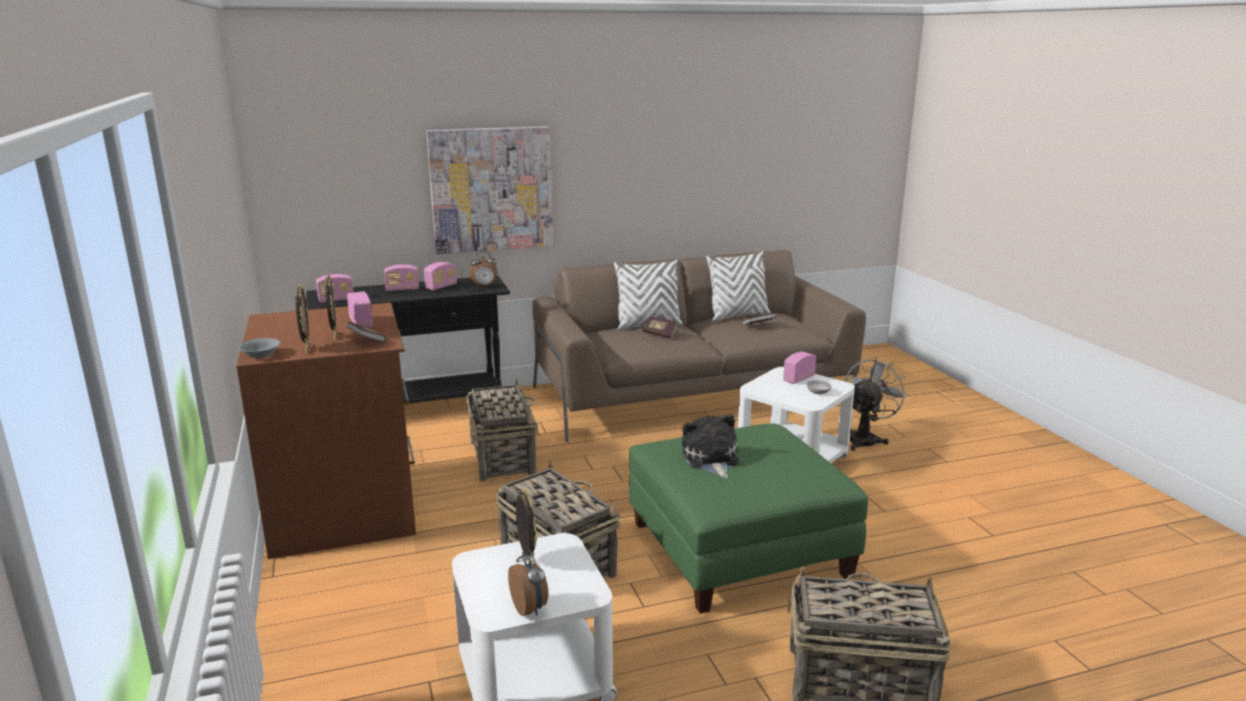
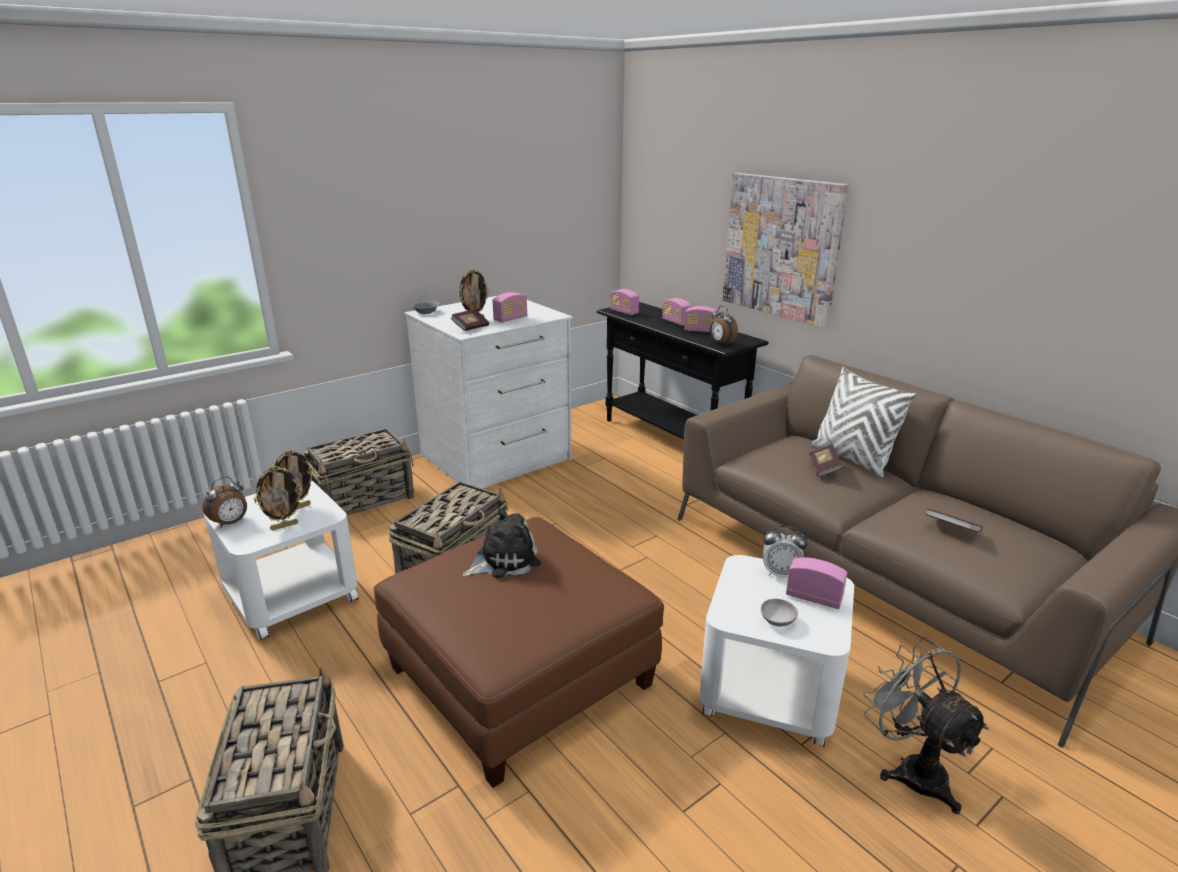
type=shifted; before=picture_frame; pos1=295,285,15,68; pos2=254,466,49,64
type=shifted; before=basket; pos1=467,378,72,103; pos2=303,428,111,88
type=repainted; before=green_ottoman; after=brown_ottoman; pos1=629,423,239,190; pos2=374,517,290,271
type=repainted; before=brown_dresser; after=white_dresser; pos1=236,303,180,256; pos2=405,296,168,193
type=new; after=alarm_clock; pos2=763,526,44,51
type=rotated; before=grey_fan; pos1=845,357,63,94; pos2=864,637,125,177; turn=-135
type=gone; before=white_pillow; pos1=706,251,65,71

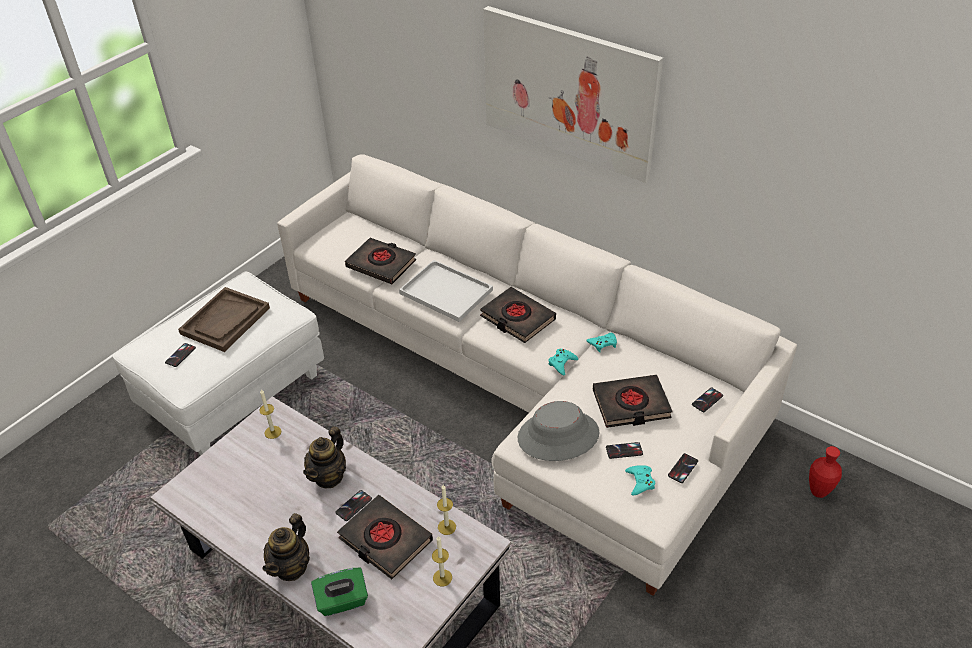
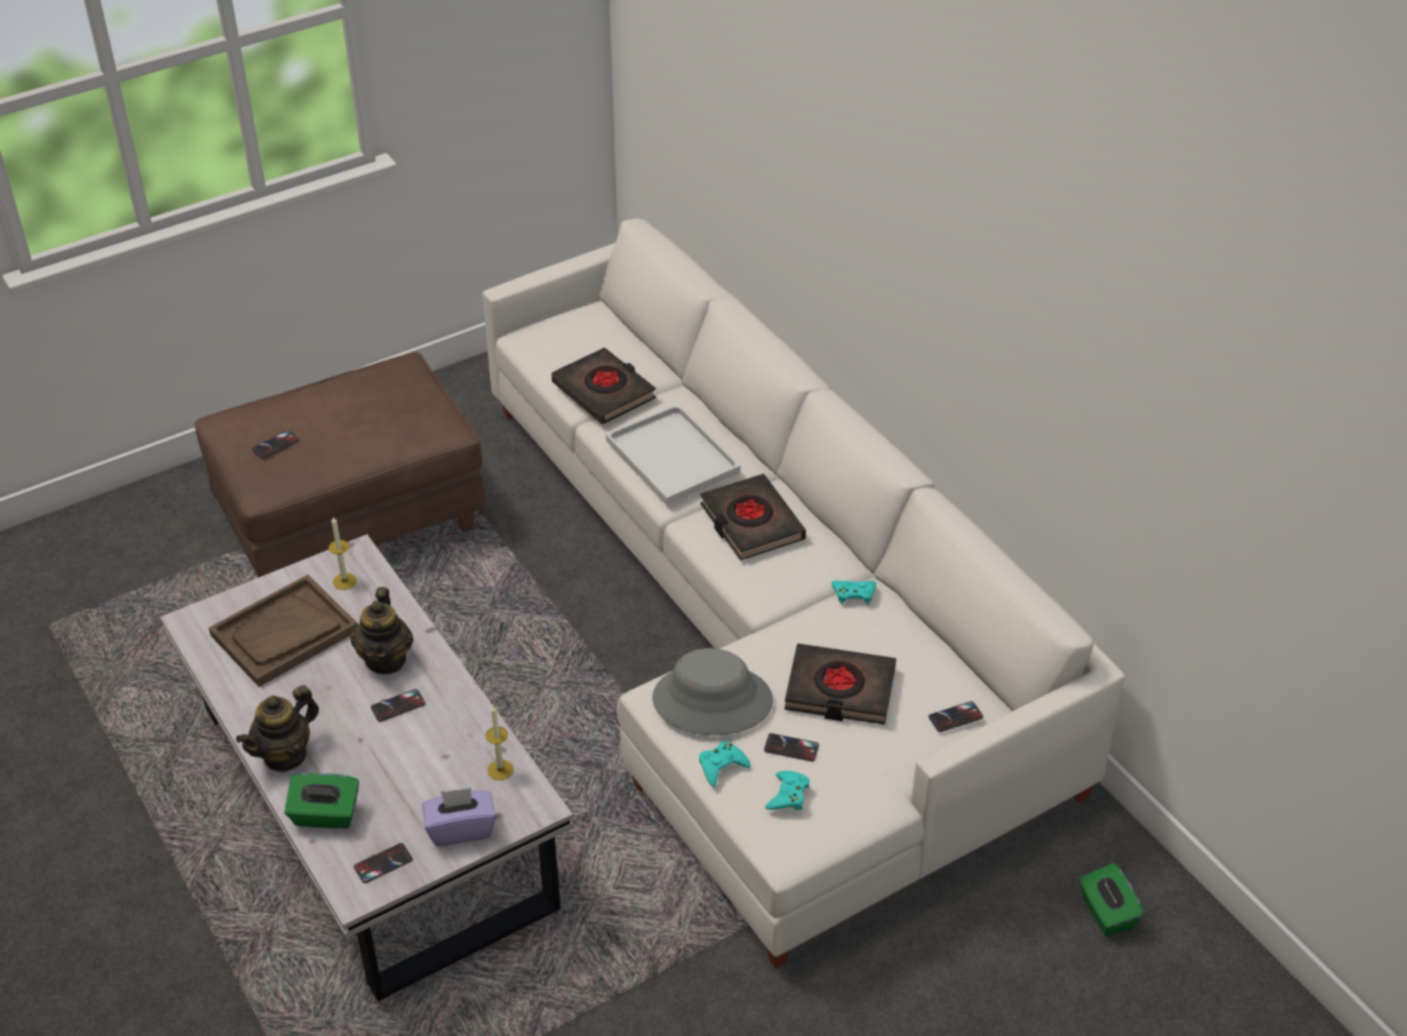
type=repainted; before=white_ottoman; after=brown_ottoman; pos1=113,272,211,183; pos2=195,352,291,226
type=shifted; before=brown_tray; pos1=178,287,92,65; pos2=209,575,149,112
type=rotated; before=teapot; pos1=303,426,43,62; pos2=350,587,63,88; turn=-45
type=shifted; before=phone; pos1=668,453,30,30; pos2=354,843,59,40
type=swapped; before=candle; after=purple_tissue_box; pos1=432,536,20,50; pos2=423,788,73,58
type=shifted; before=turquoise_game_controller; pos1=548,349,30,26; pos2=699,741,52,46
type=swapped; before=red_vase; after=green_tissue_box; pos1=809,446,33,52; pos2=1079,863,65,73
type=gone; before=black_book; pos1=337,495,96,84
type=gone; before=picture; pos1=483,6,180,177

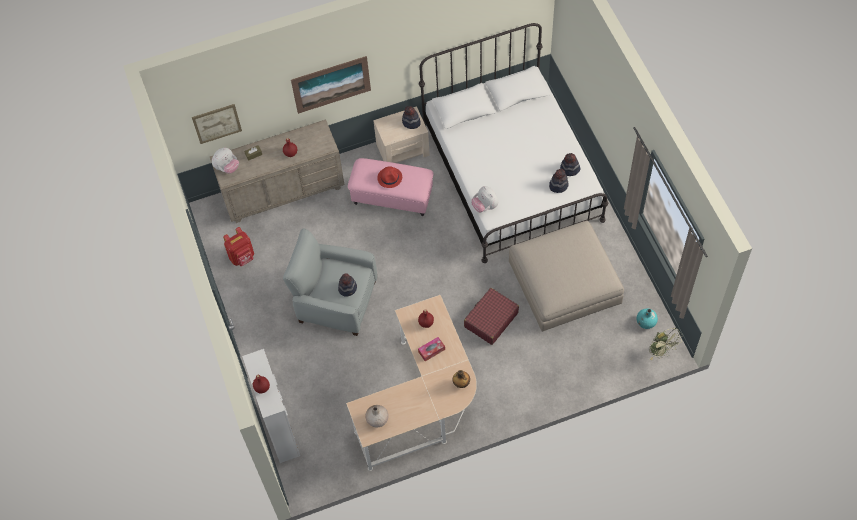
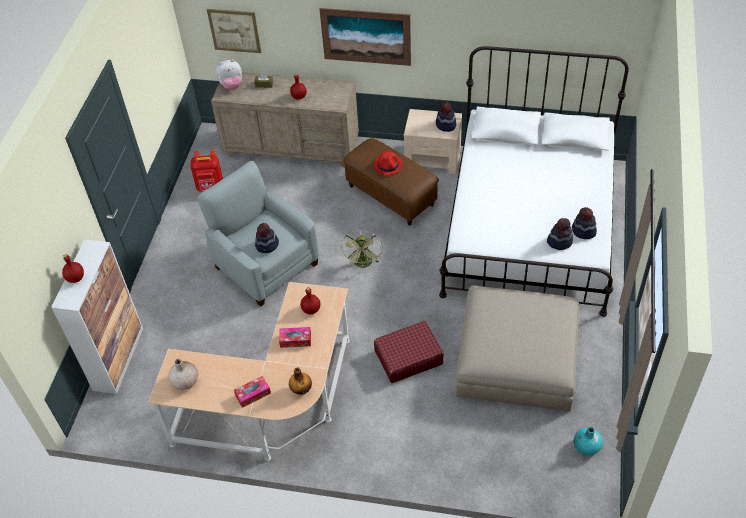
type=new; after=tissue_box; pos2=234,376,37,32
type=shifted; before=green_fan; pos1=649,328,34,32; pos2=341,230,42,38
type=repainted; before=pink_ottoman; after=brown_ottoman; pos1=348,158,86,58; pos2=343,138,96,88
type=gone; before=plush_toy; pos1=471,186,27,26

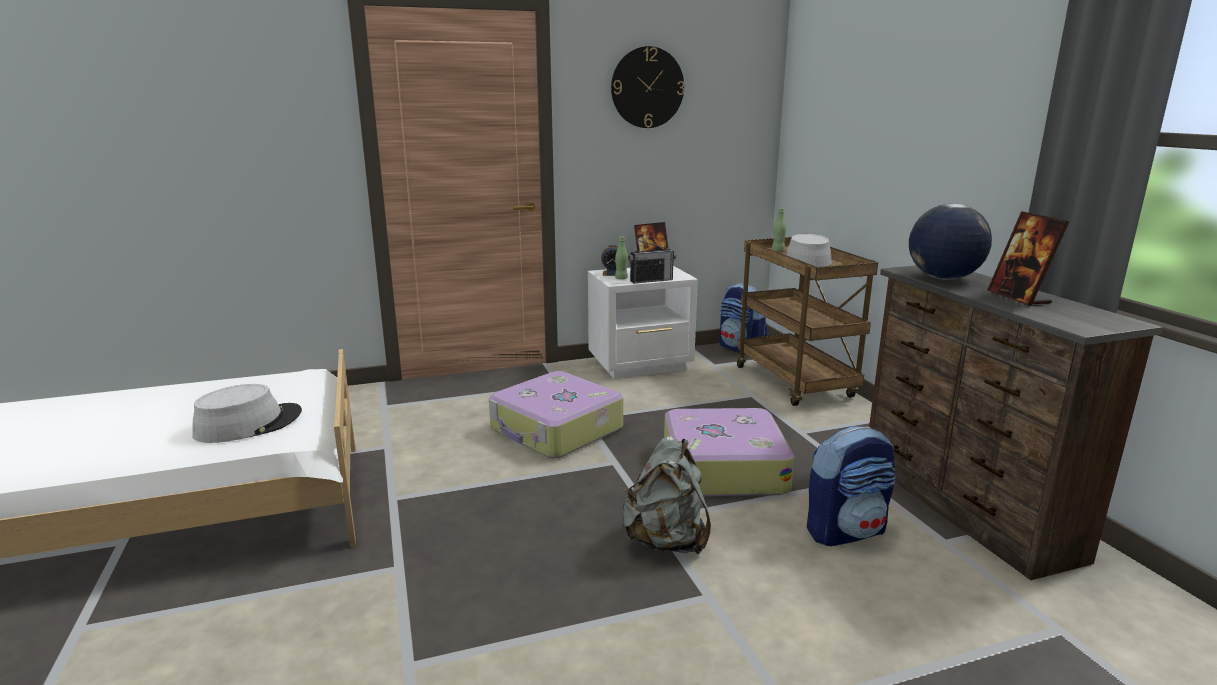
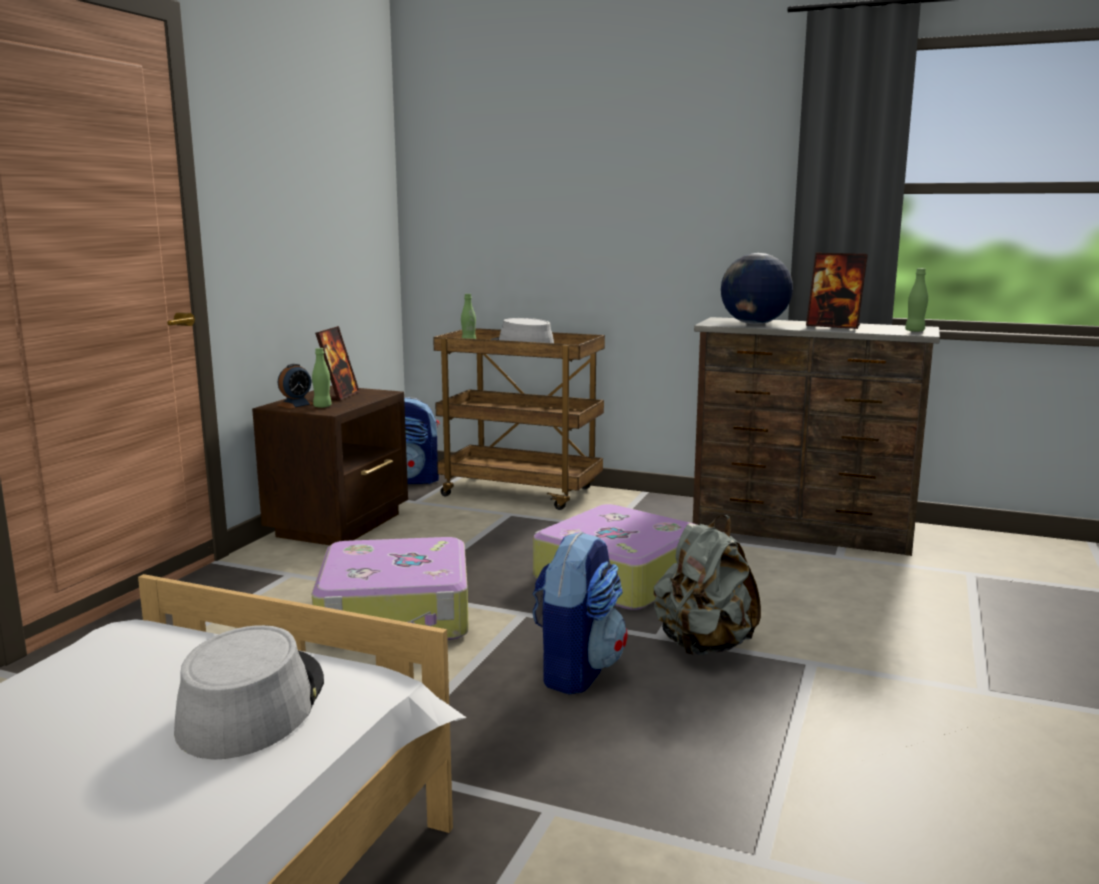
type=repainted; before=white_nightstand; after=brown_nightstand; pos1=588,266,110,113; pos2=252,386,156,159
type=shifted; before=backpack; pos1=807,426,89,120; pos2=533,531,94,164
type=new; after=green_bottle; pos2=905,268,23,64
type=gone; before=wall_clock; pos1=611,46,74,82
type=gone; before=radio; pos1=628,240,48,44

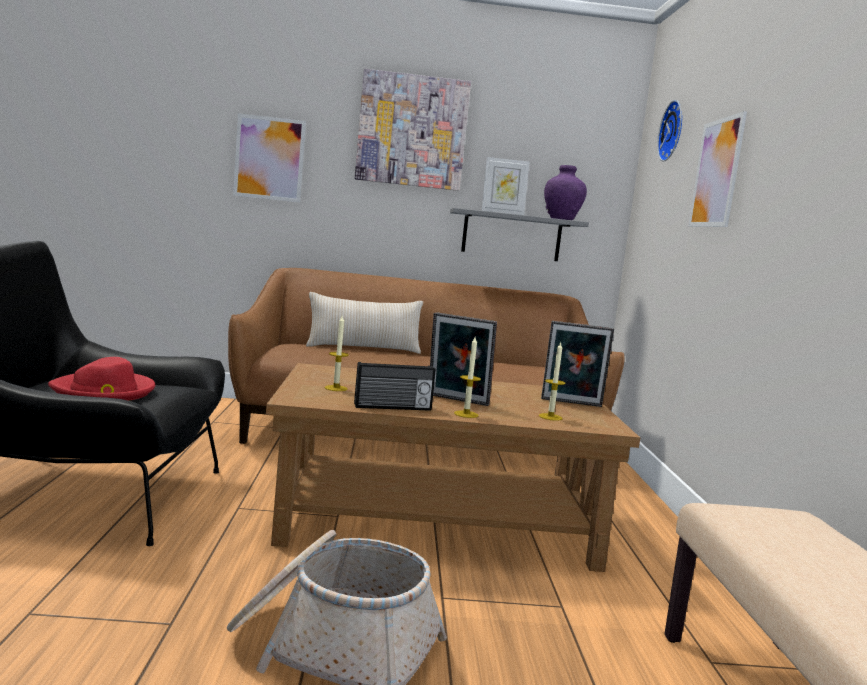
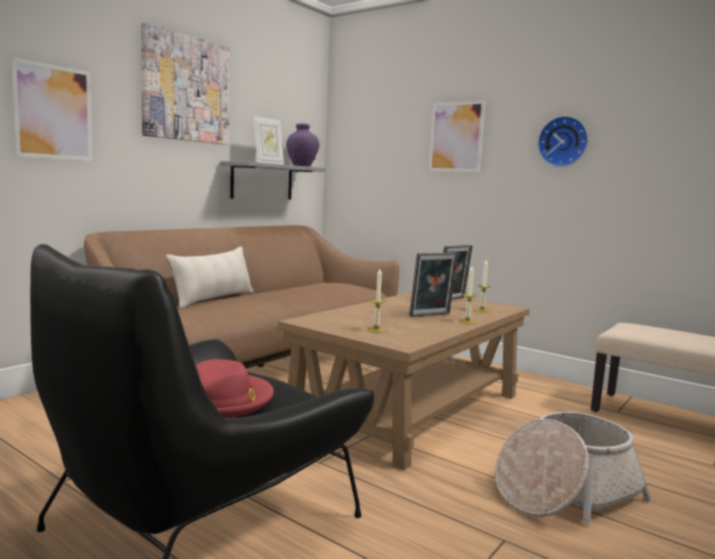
type=shifted; before=wall_clock; pos1=657,100,25,62; pos2=537,116,51,51
type=gone; before=radio; pos1=354,362,82,49

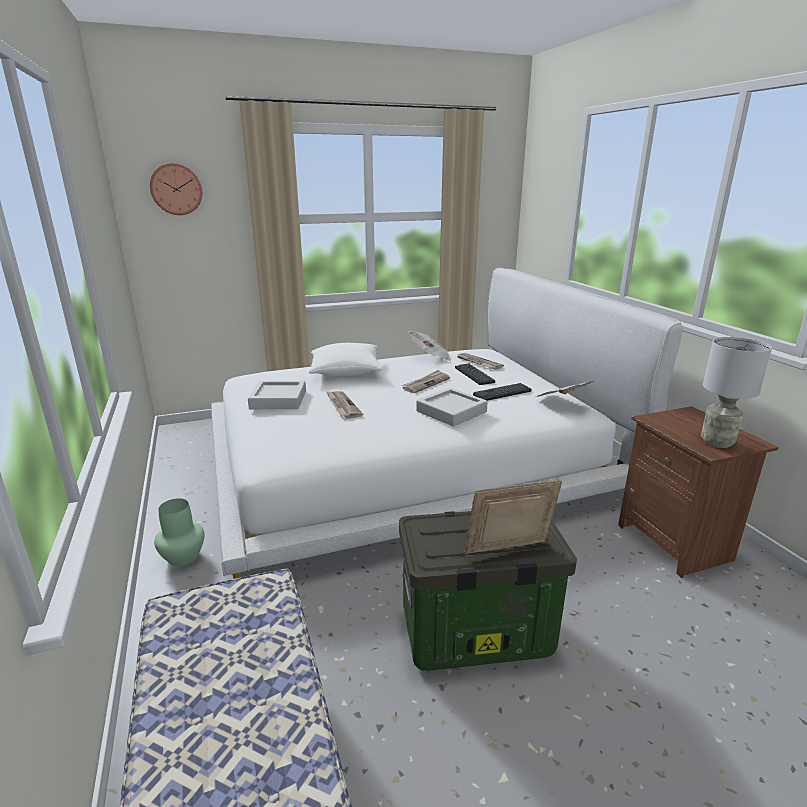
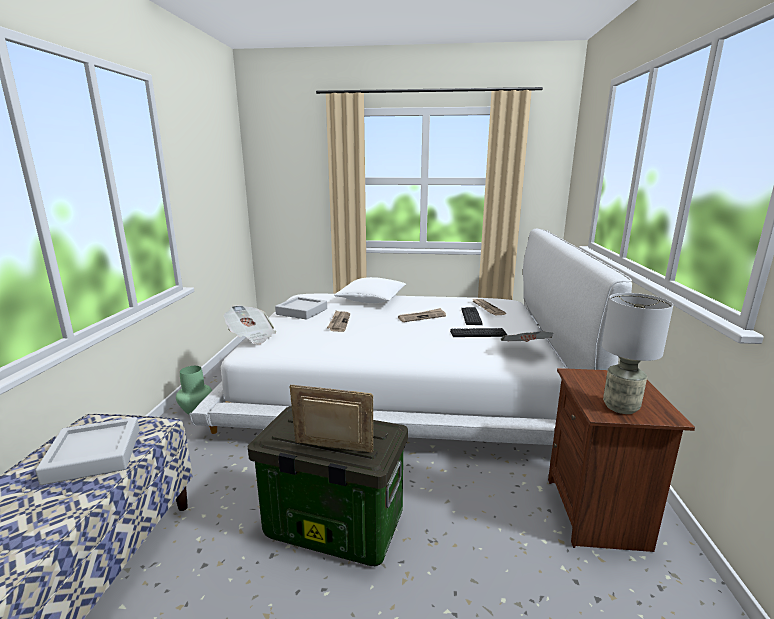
type=shifted; before=grey_tray; pos1=416,388,72,39; pos2=35,417,105,68
type=shifted; before=newspaper; pos1=409,331,42,30; pos2=224,305,52,39
type=gone; before=wall_clock; pos1=150,163,52,52

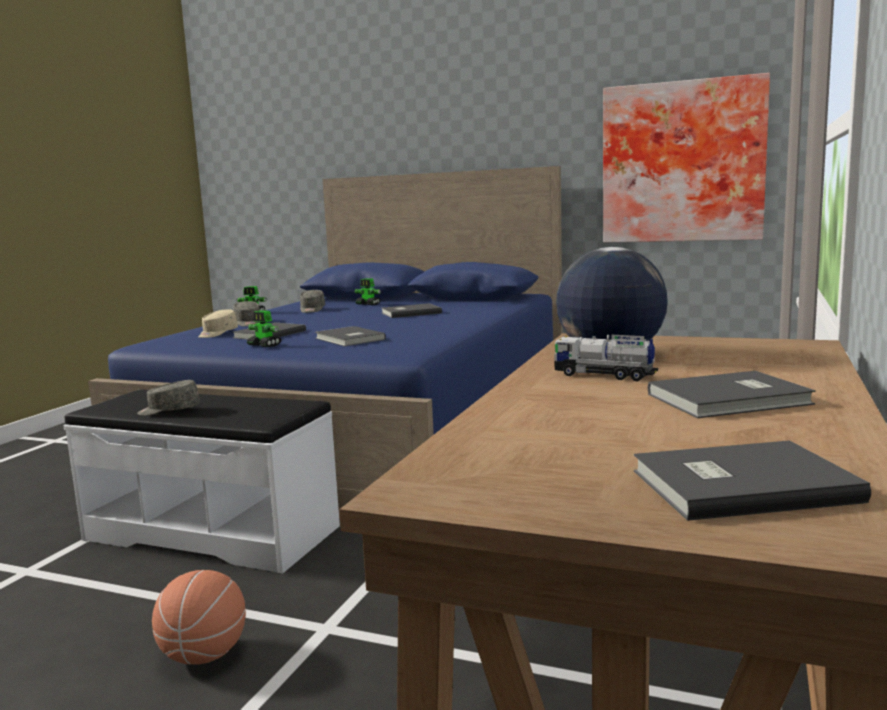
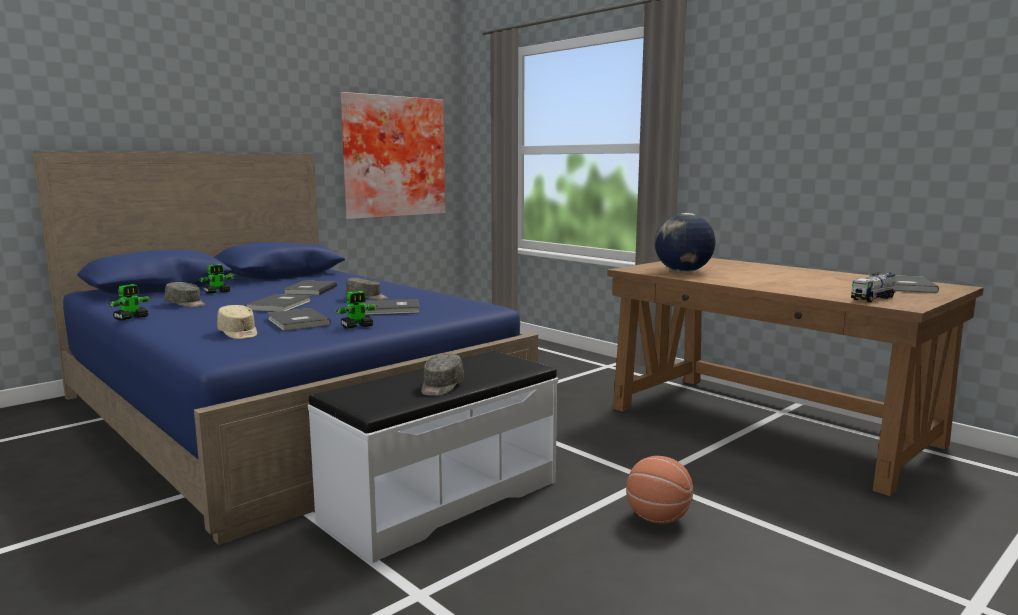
type=shifted; before=grey_book; pos1=648,371,168,47; pos2=245,294,67,18
type=shifted; before=grey_cap; pos1=233,301,27,26; pos2=345,278,43,22
type=shifted; before=toy_truck; pos1=554,335,104,46; pos2=851,272,45,30

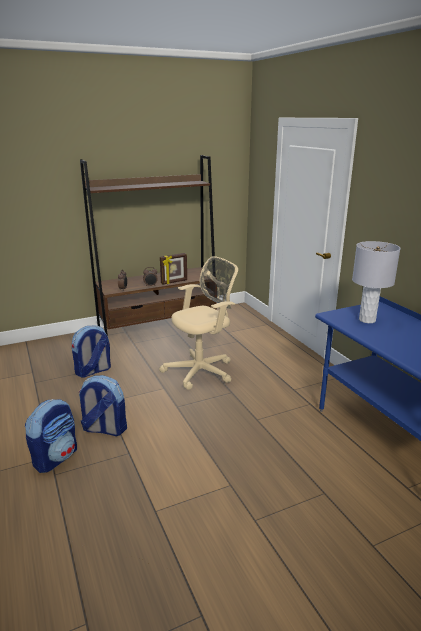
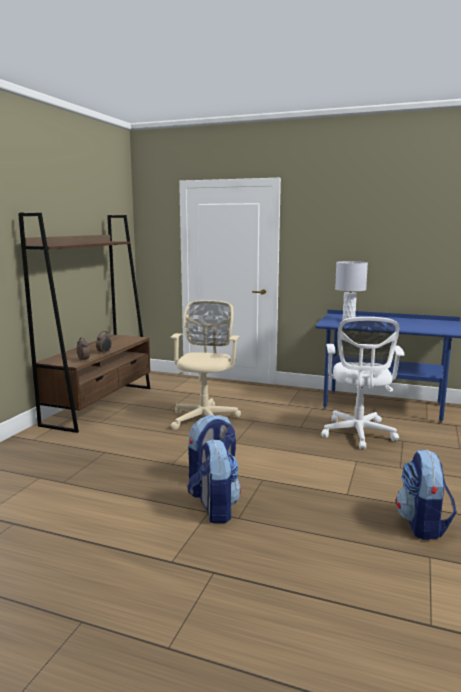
type=new; after=white_office_chair; pos2=321,317,84,133
type=shifted; before=backpack; pos1=72,326,39,52; pos2=396,450,61,90
type=gone; before=picture_frame; pos1=160,253,27,31

